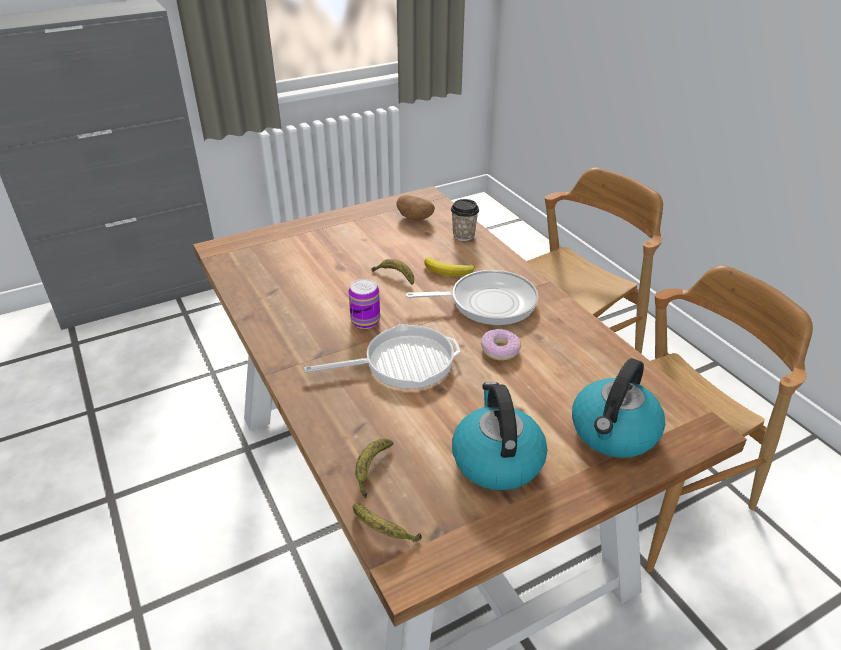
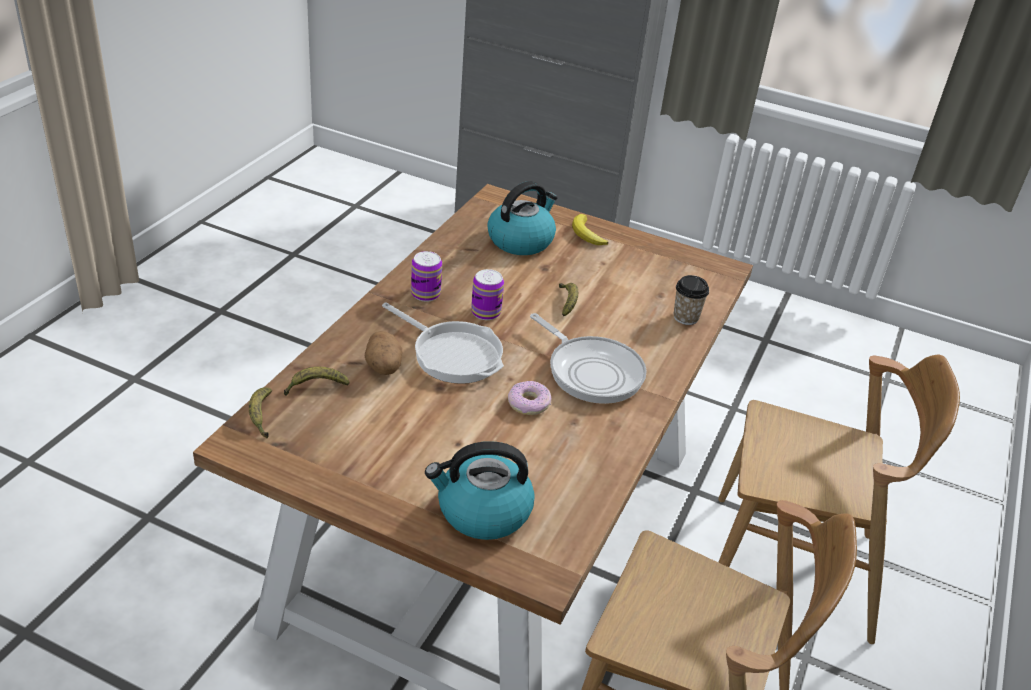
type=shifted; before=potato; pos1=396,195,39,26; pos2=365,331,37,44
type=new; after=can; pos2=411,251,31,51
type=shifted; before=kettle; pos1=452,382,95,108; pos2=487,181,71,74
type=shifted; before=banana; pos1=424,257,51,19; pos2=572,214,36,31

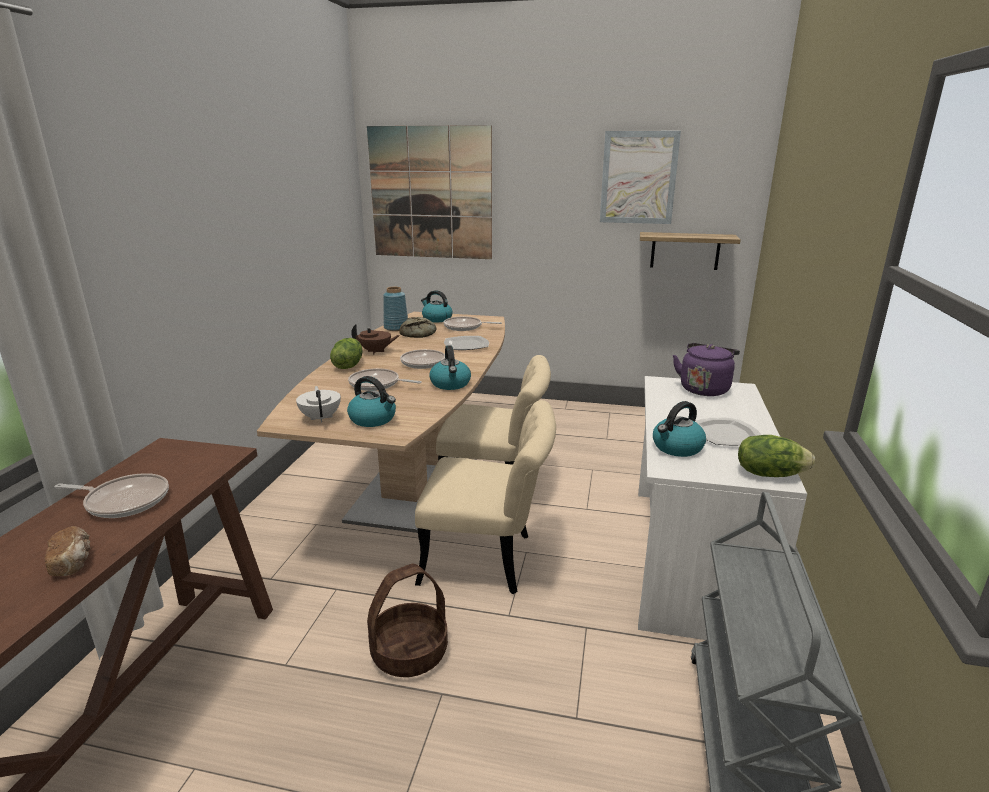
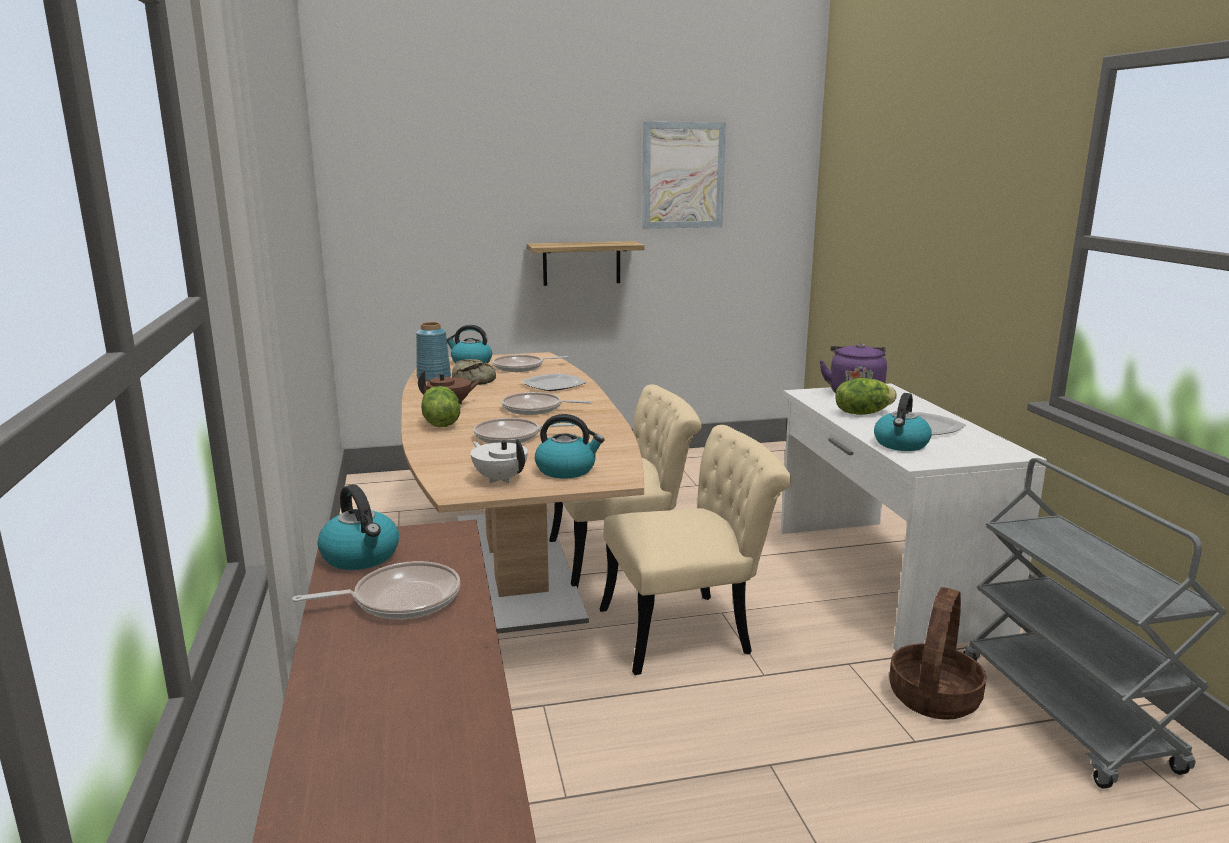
type=shifted; before=kettle; pos1=429,345,42,45; pos2=317,484,82,86
type=shifted; before=shelf; pos1=640,232,101,38; pos2=527,241,118,45
type=shifted; before=lettuce; pos1=738,435,77,42; pos2=835,378,62,37
type=shifted; before=basket; pos1=367,564,81,113; pos2=889,587,97,133
type=gone; before=bread; pos1=45,526,46,50
type=gone; before=picture; pos1=367,125,125,134

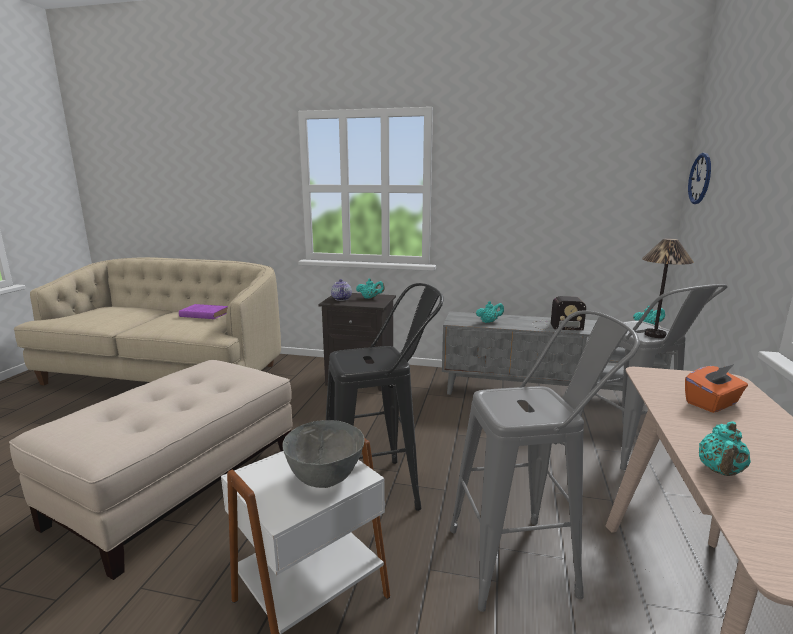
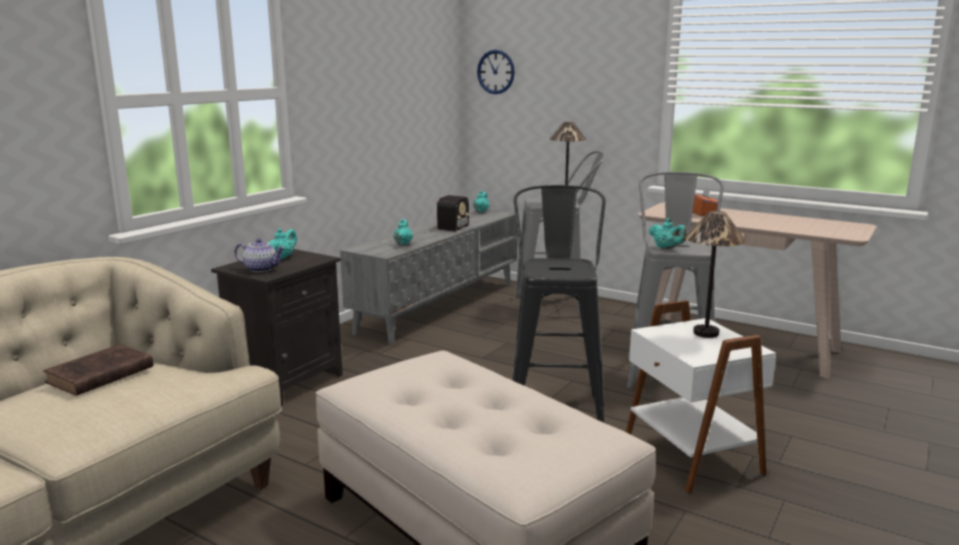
type=repainted; before=purple_book; after=brown_book; pos1=179,304,49,15; pos2=43,344,110,52
type=shifted; before=turquoise_teapot; pos1=699,421,52,55; pos2=649,218,38,31
type=swapped; before=grey_bowl; after=table_lamp; pos1=282,420,82,68; pos2=685,211,61,127

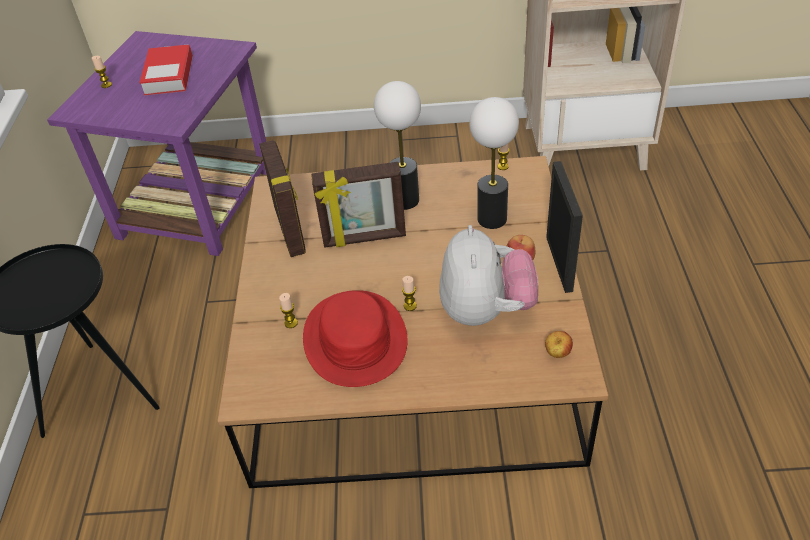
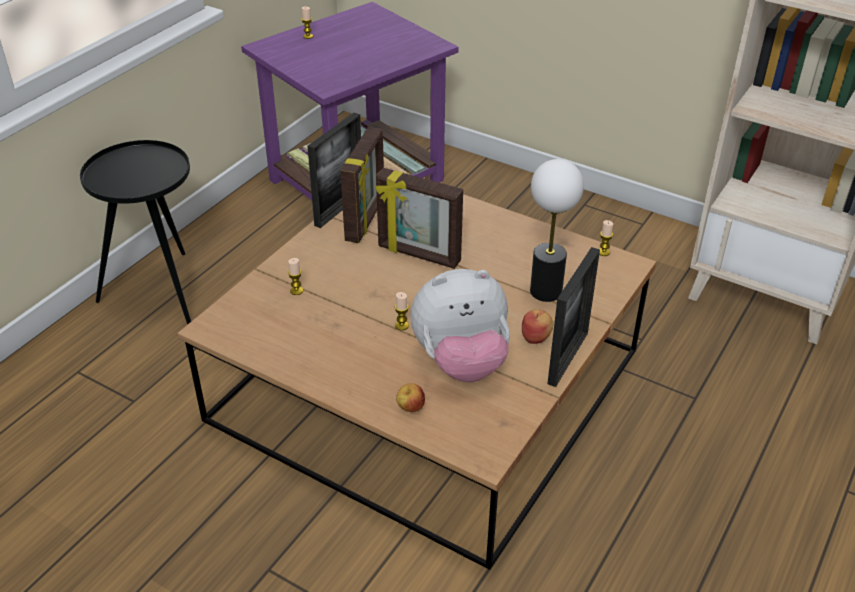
type=new; after=picture_frame; pos2=307,113,54,115
type=shifted; before=apple; pos1=545,331,28,27; pos2=396,383,29,29
type=rotated; before=plush_toy; pos1=439,225,99,101; pos2=410,269,100,113; turn=45
type=gone; before=book; pos1=139,45,54,50
type=gone; before=red_hat; pos1=303,290,104,97
type=gone; before=table_lamp; pos1=374,81,47,129

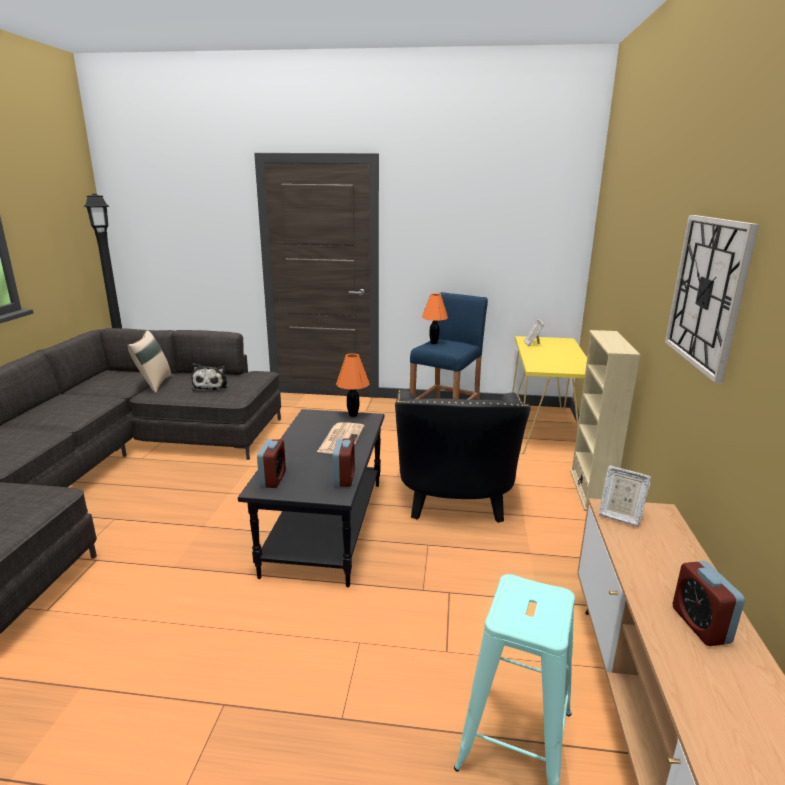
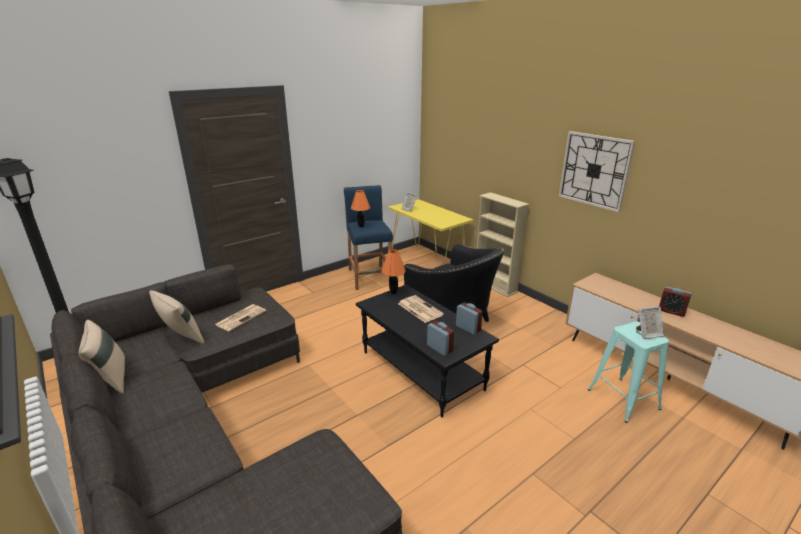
type=new; after=beige_pillow; pos2=79,320,46,74
type=swapped; before=plush_toy; after=newspaper; pos1=191,363,37,28; pos2=215,304,51,27
type=shifted; before=picture_frame; pos1=599,465,52,62; pos2=636,306,28,33

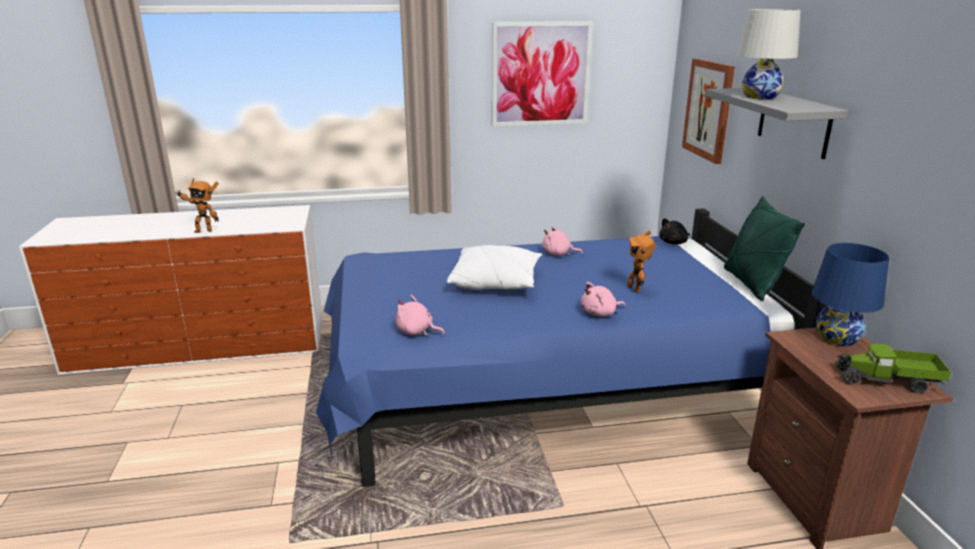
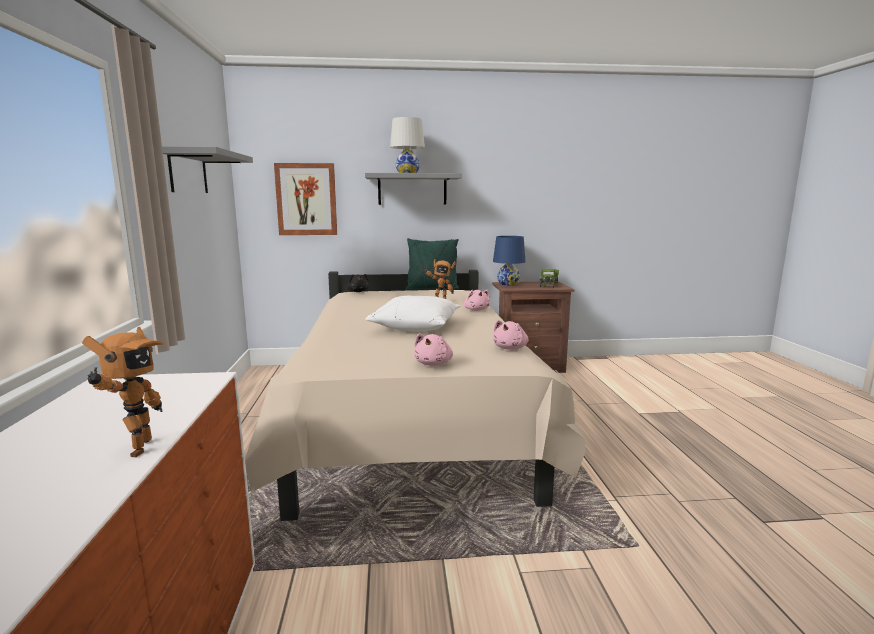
type=swapped; before=picture; after=grey_shelf; pos1=492,21,101,106; pos2=162,146,91,47
type=repainted; before=blue_bed; after=beige_bed; pos1=316,208,511,279; pos2=245,270,341,251
type=shifted; before=pink_plush_toy; pos1=542,226,41,30; pos2=414,333,39,33

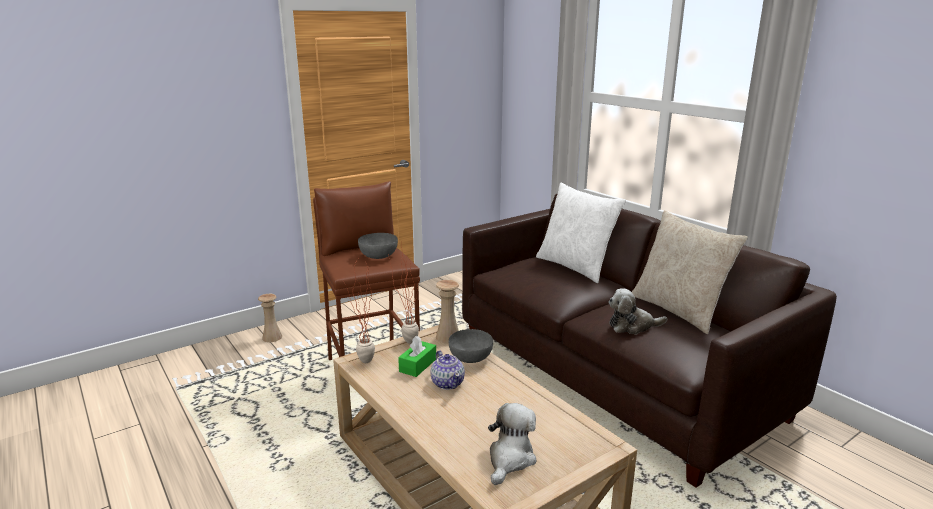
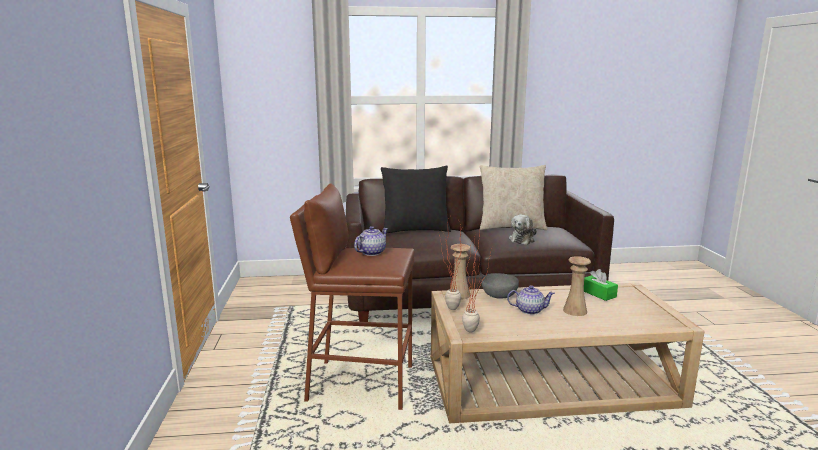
type=swapped; before=grey_bowl; after=teapot; pos1=358,233,40,26; pos2=354,226,34,30
type=repainted; before=white_pillow; after=black_pillow; pos1=536,182,90,101; pos2=381,166,70,67
type=shifted; before=beige_vase; pos1=258,294,24,48; pos2=563,256,28,60
type=shifted; before=green_tissue_box; pos1=398,336,38,41; pos2=584,269,34,32
type=gone; before=plush_toy; pos1=488,403,48,82

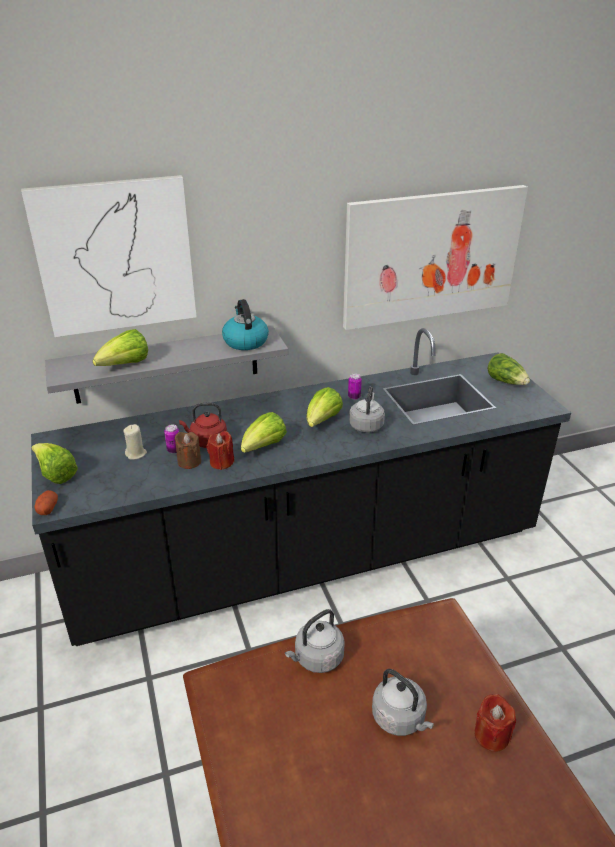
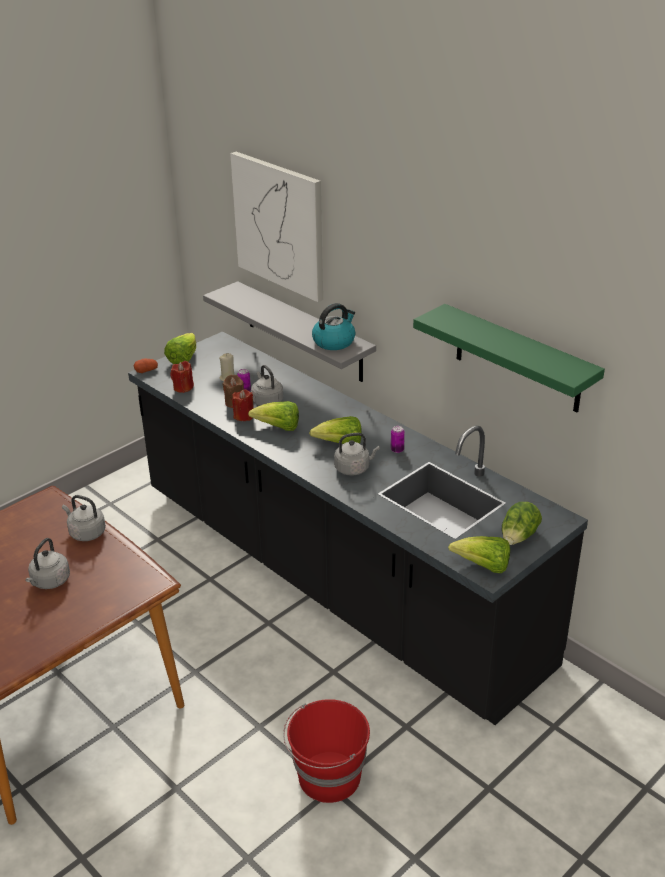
type=shifted; before=red_candle; pos1=475,694,41,58; pos2=170,361,24,32
type=repainted; before=red_kettle; after=grey_kettle; pos1=179,403,48,45; pos2=251,365,32,41
type=new; after=red_bucket; pos2=283,699,87,104
type=swapped; before=picture; after=green_shelf; pos1=343,185,185,145; pos2=413,304,192,108
type=shifted; before=lettuce; pos1=92,329,56,37; pos2=448,536,62,37

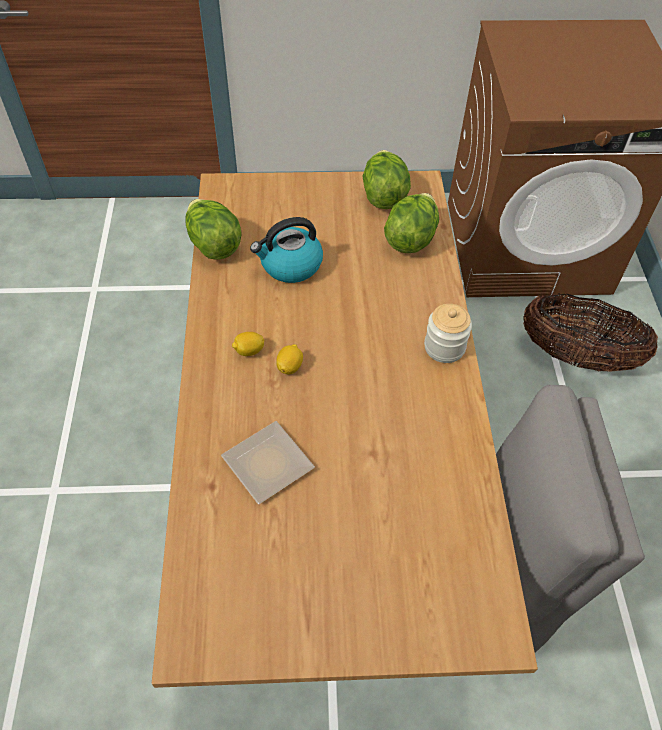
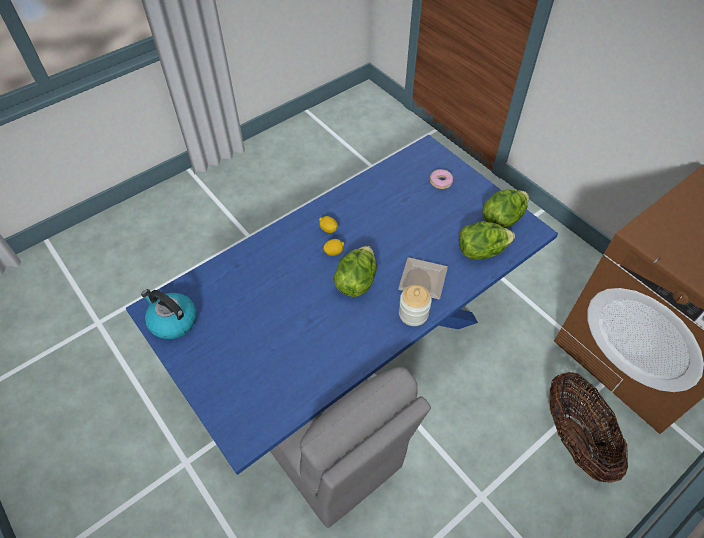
type=repainted; before=brown_dining_table; after=blue_dining_table; pos1=152,170,386,518; pos2=126,135,432,340
type=shifted; before=kettle; pos1=250,217,73,66; pos2=141,289,55,50
type=shifted; before=lettuce; pos1=185,199,57,61; pos2=333,246,44,51
type=shifted; before=plate; pos1=221,421,94,83; pos2=398,257,50,42
type=new; after=donut; pos2=430,169,23,20

